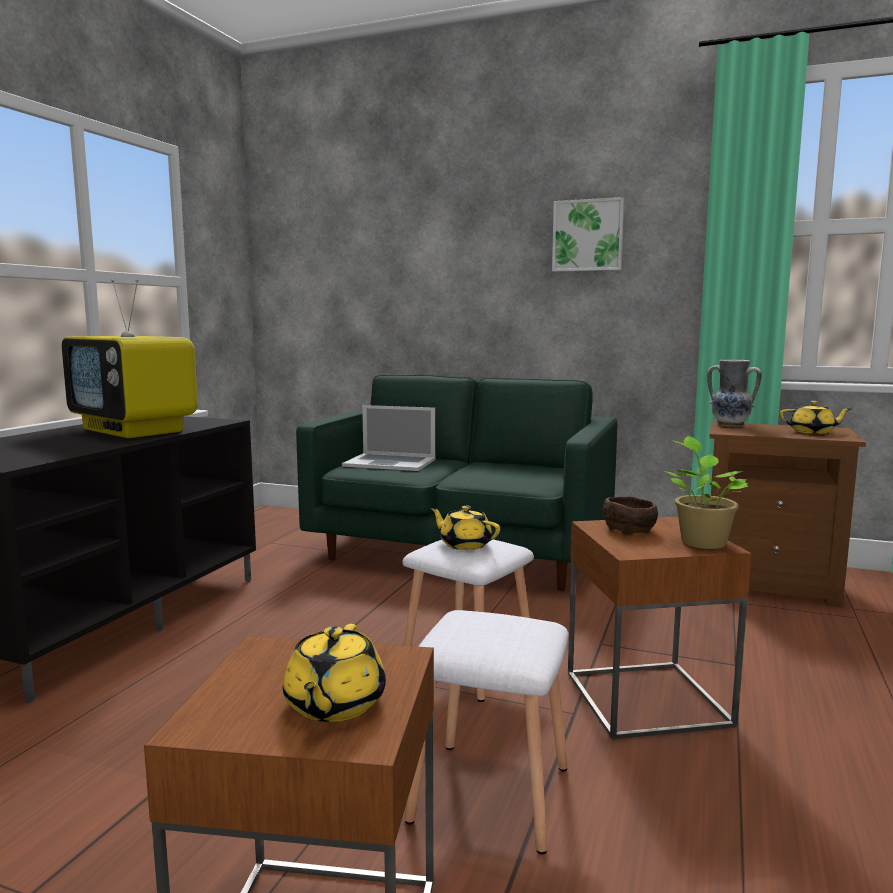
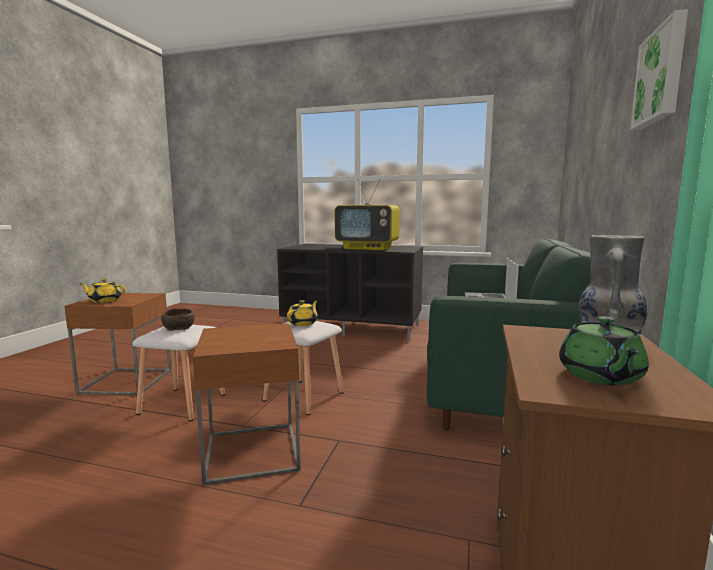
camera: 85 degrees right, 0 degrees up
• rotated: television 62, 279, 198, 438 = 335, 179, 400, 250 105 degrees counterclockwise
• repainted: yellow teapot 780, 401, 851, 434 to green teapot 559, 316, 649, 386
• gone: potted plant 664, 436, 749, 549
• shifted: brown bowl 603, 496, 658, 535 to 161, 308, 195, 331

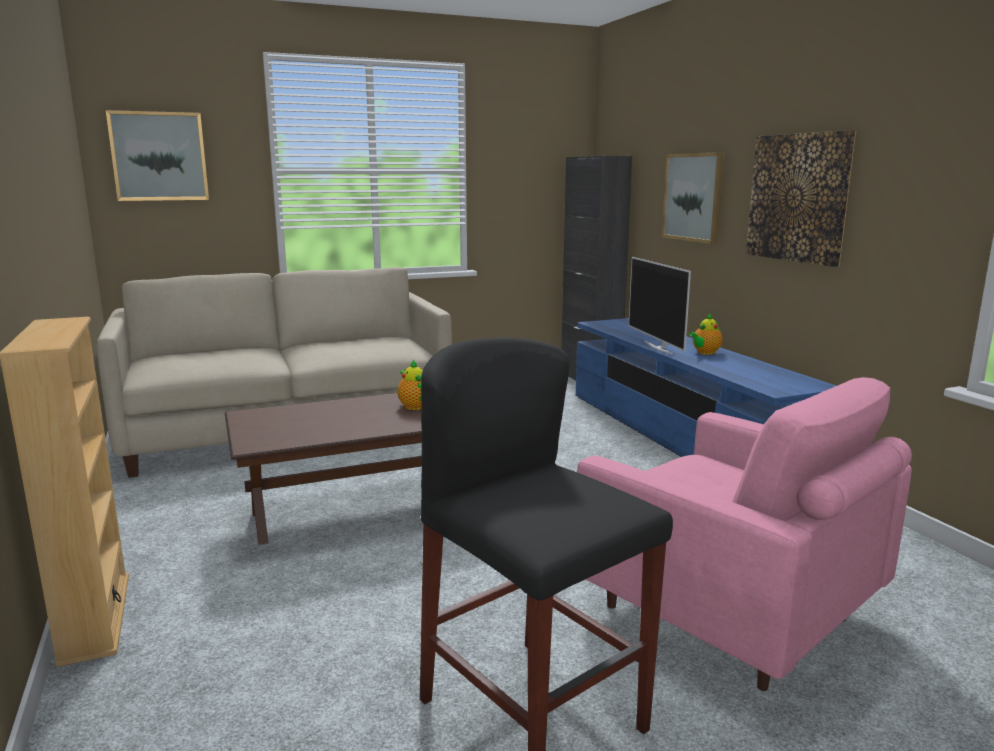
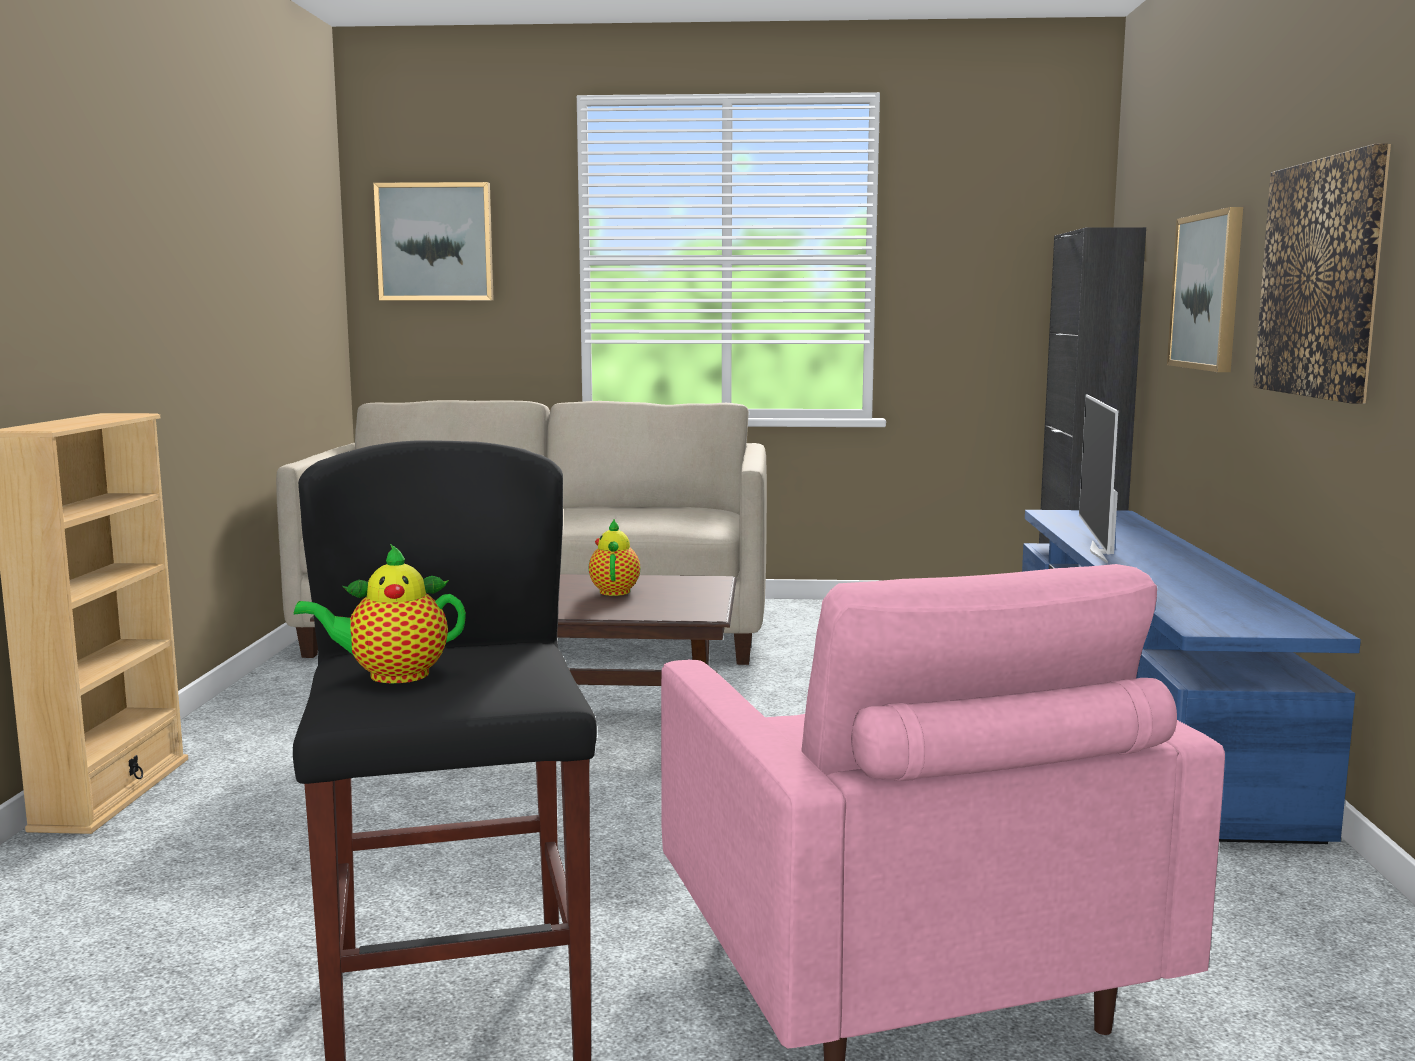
camera: 25 degrees right, 5 degrees down
• shifted: teapot 689, 313, 723, 355 to 294, 544, 466, 683

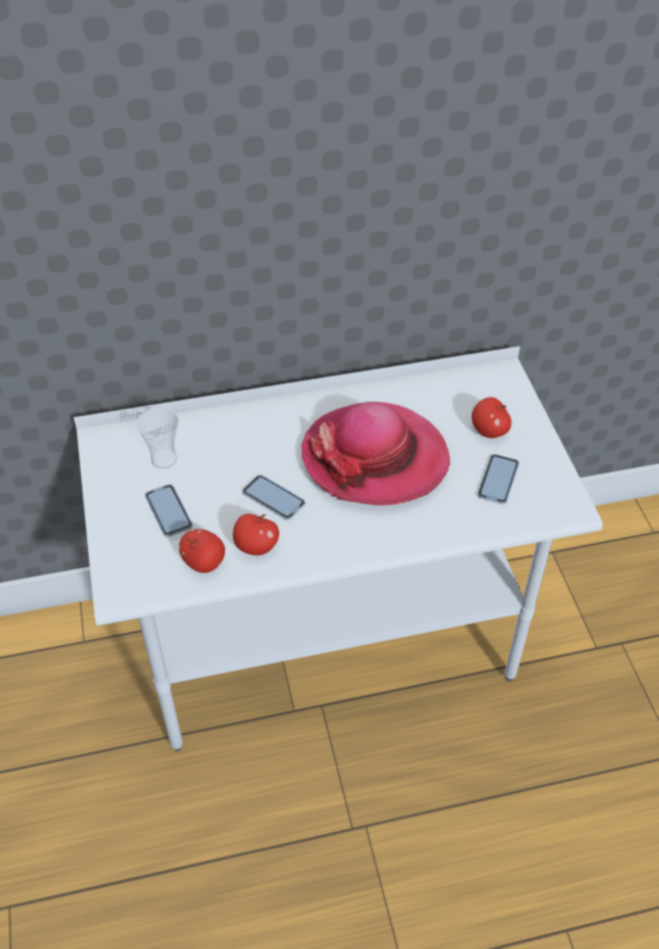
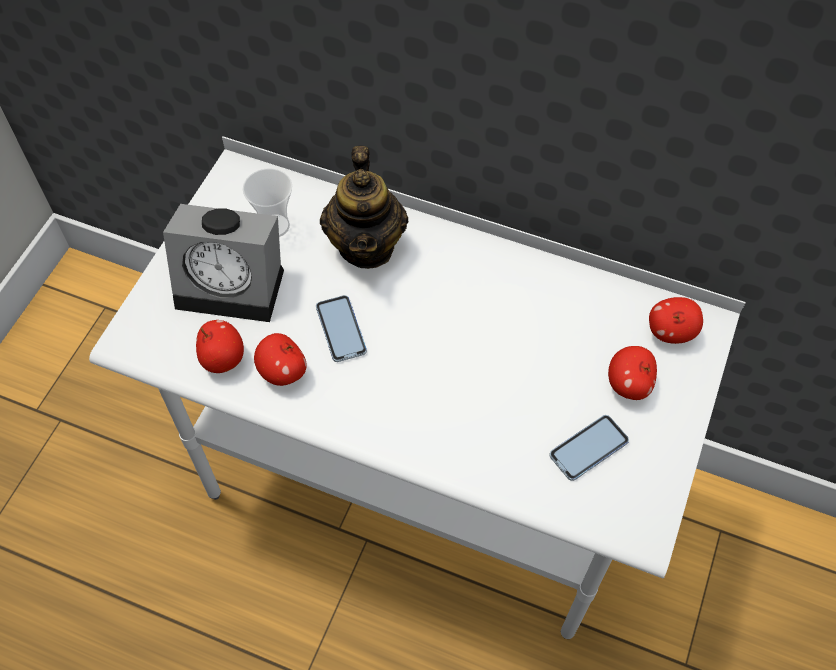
camera: 35 degrees right, 10 degrees up
• gone: hat 301, 402, 450, 505
• swapped: phone 145, 484, 193, 537 to alarm clock 163, 204, 284, 322
• new: teapot 320, 146, 408, 269
• new: apple 649, 297, 703, 344

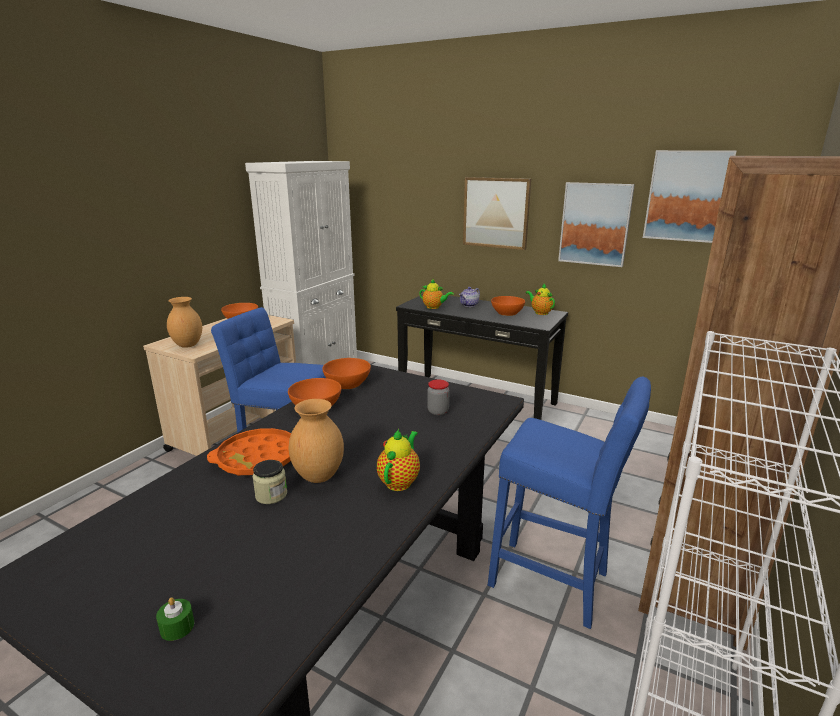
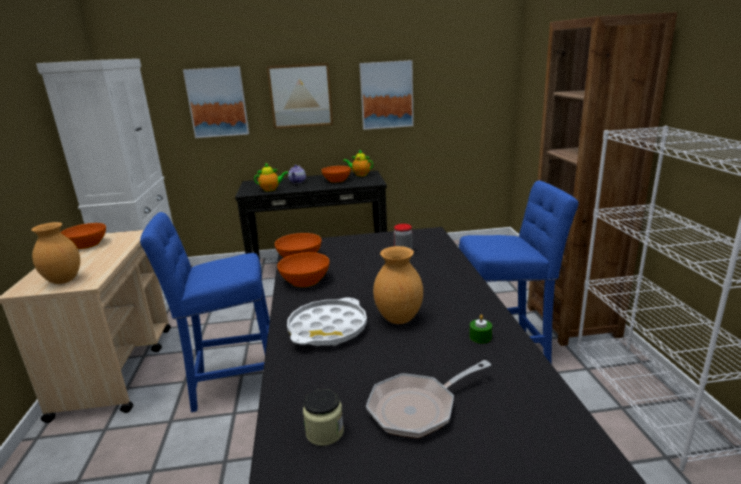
camera: 35 degrees left, 0 degrees up
• shifted: picture 643, 150, 737, 243 to 183, 66, 249, 138
• repainted: orange tray 207, 428, 291, 476 to white tray 287, 297, 367, 346
• gone: teapot 377, 429, 420, 491
• shifted: jar 252, 460, 287, 504 to 303, 389, 344, 446
• shifted: green candle 156, 597, 194, 641 to 469, 314, 492, 344
• new: frying pan 366, 360, 491, 439

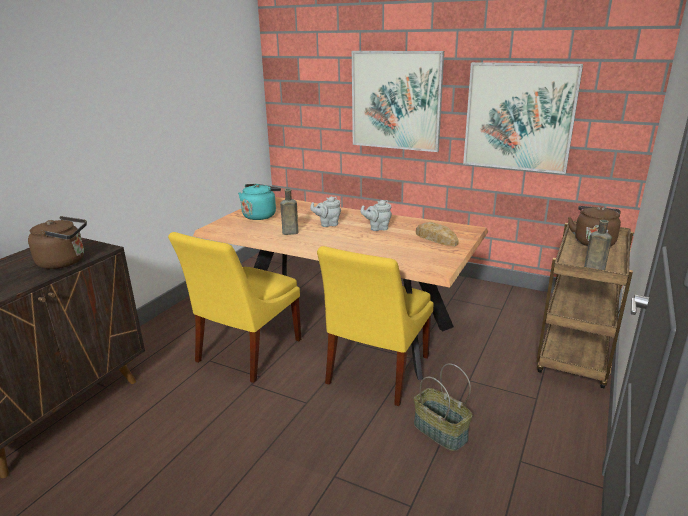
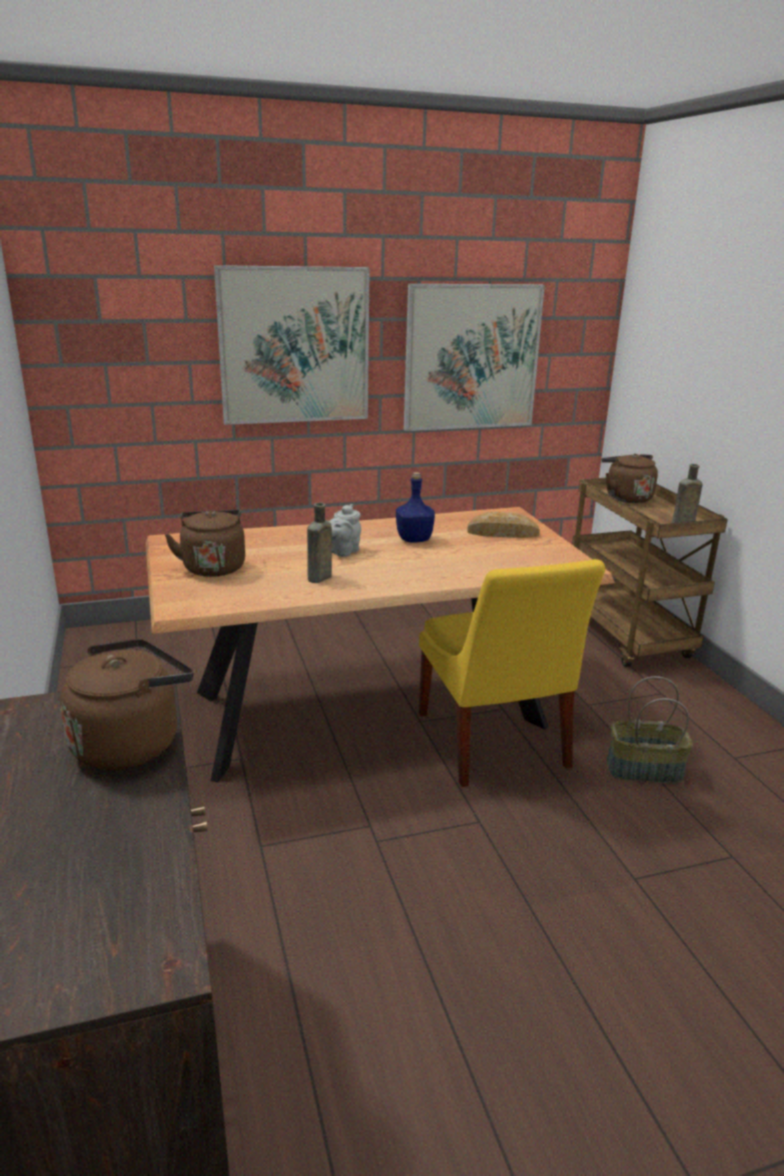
camera: 45 degrees left, 0 degrees up
• repainted: turquoise kettle 238, 184, 281, 220 to brown kettle 165, 510, 245, 577
• swapped: grey teapot 361, 200, 392, 231 to blue bottle 396, 472, 435, 543
• gone: yellow chair 168, 232, 301, 383

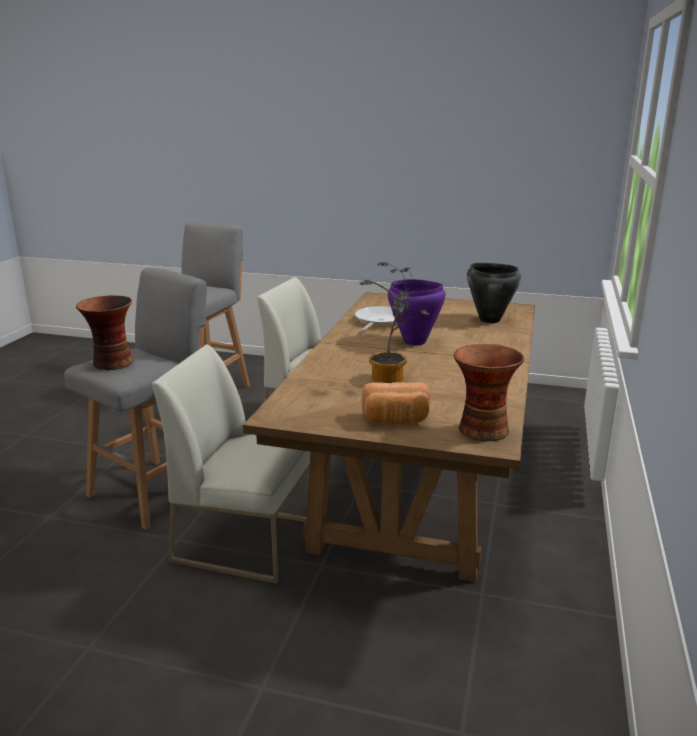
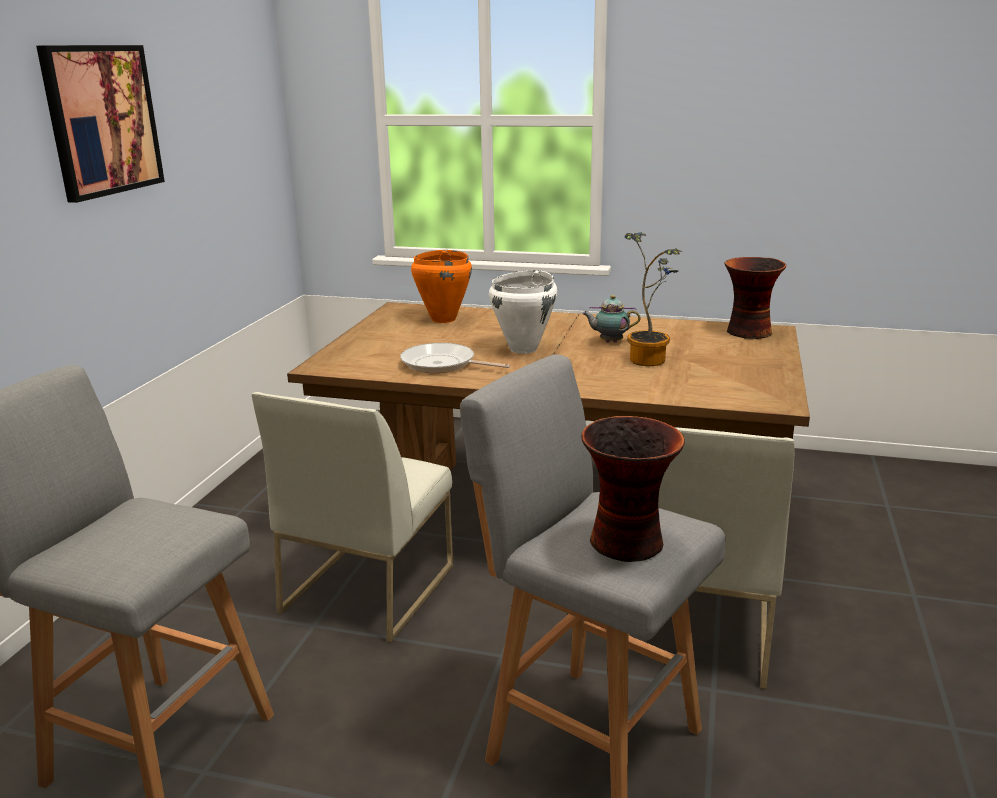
camera: 90 degrees left, 0 degrees up
• repainted: black cooking pot 467, 263, 521, 323 to orange cooking pot 411, 250, 472, 323
• repainted: purple cooking pot 388, 279, 446, 346 to white cooking pot 489, 270, 557, 354
• gone: bread 361, 382, 430, 424
• new: picture 36, 45, 165, 203
• new: teapot 582, 295, 640, 343

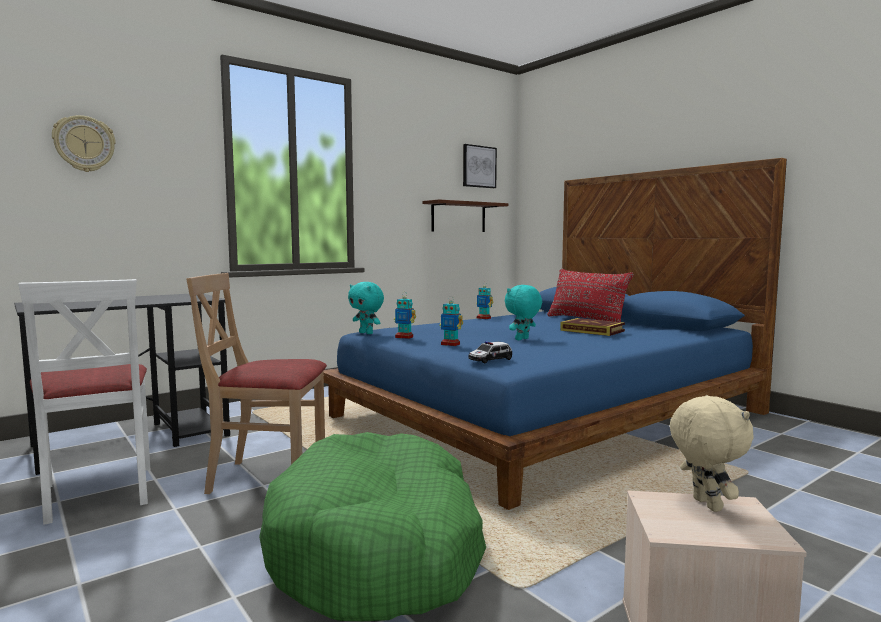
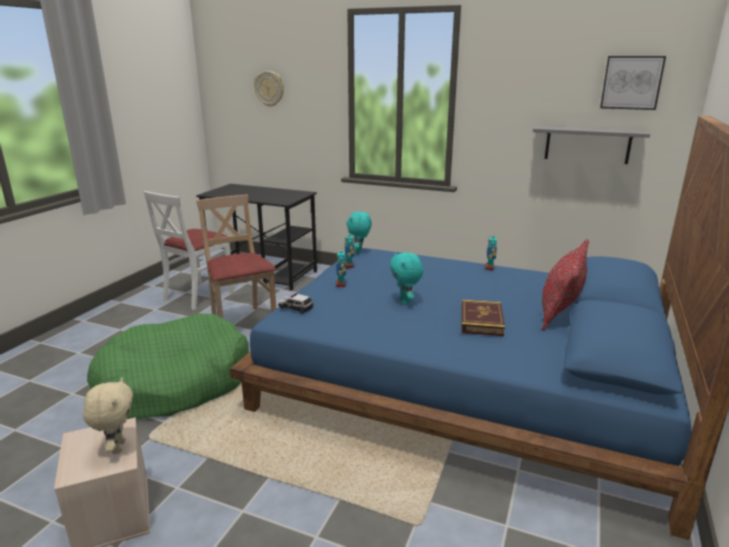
camera: 60 degrees right, 15 degrees up
• repainted: brown shelf 422, 199, 508, 232 to grey shelf 533, 126, 650, 164
• rotated: turquoise plush toy 505, 285, 542, 340 = 390, 252, 423, 305 120 degrees counterclockwise
• rotated: beige plush toy 670, 395, 754, 512 = 83, 378, 133, 454 60 degrees counterclockwise

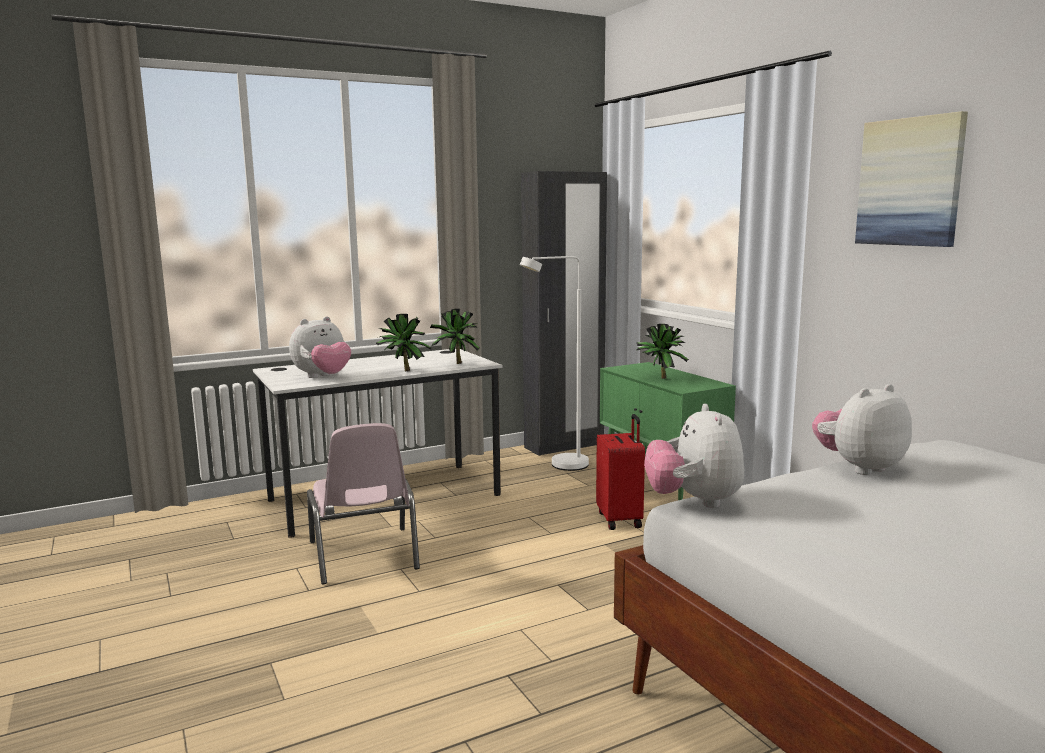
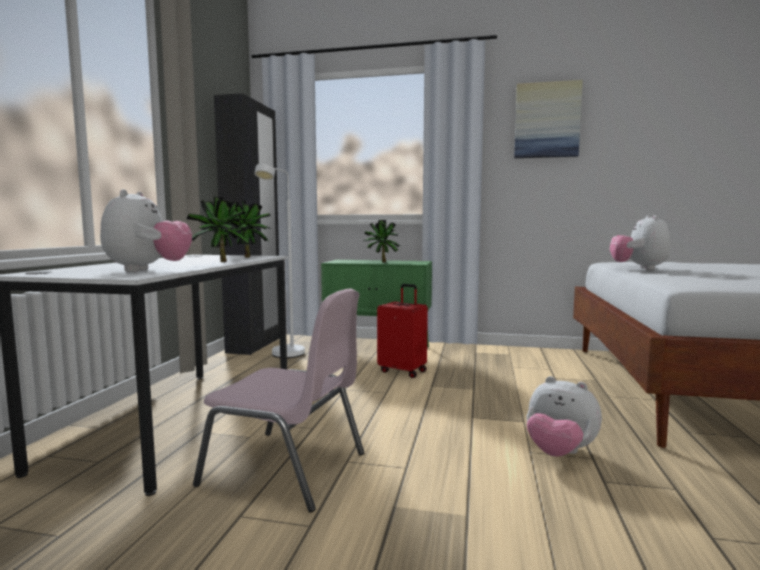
camera: 50 degrees left, 5 degrees down
• shifted: plush toy 644, 404, 744, 508 to 526, 376, 602, 457

